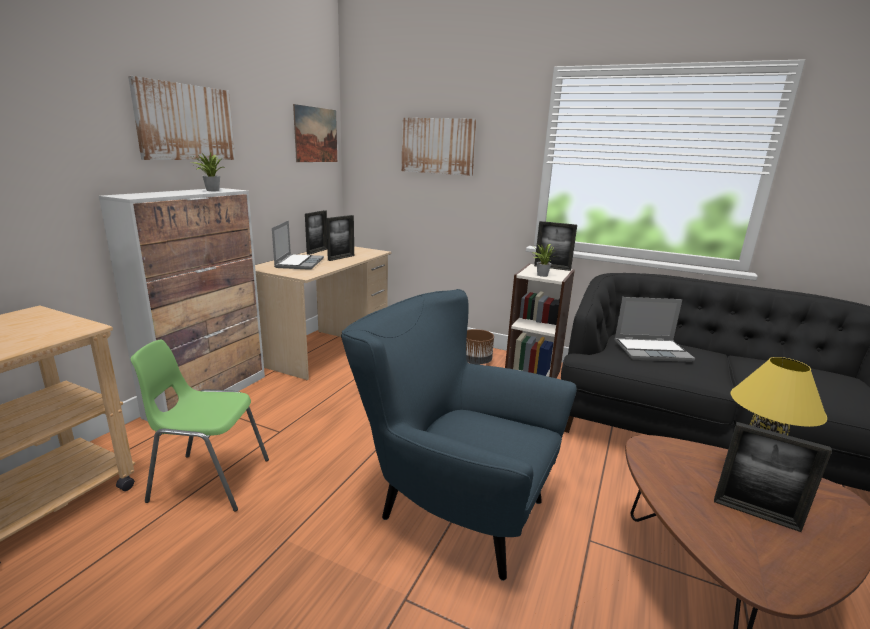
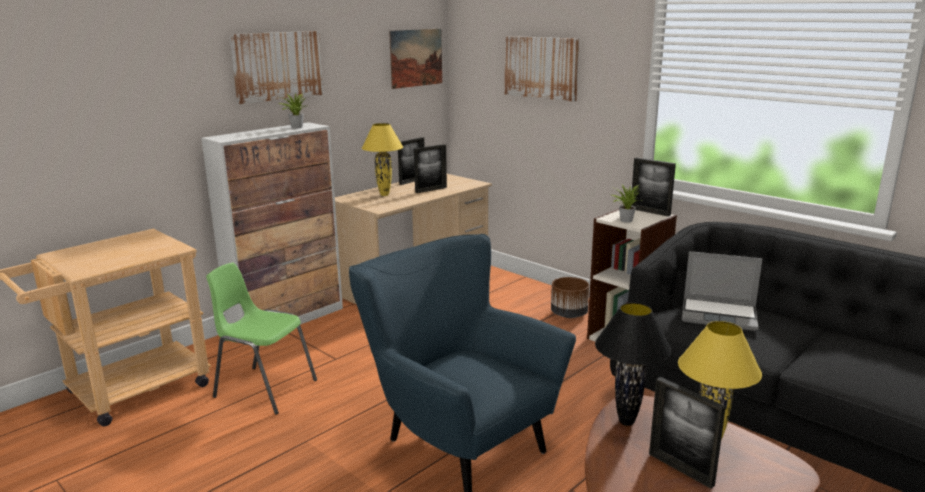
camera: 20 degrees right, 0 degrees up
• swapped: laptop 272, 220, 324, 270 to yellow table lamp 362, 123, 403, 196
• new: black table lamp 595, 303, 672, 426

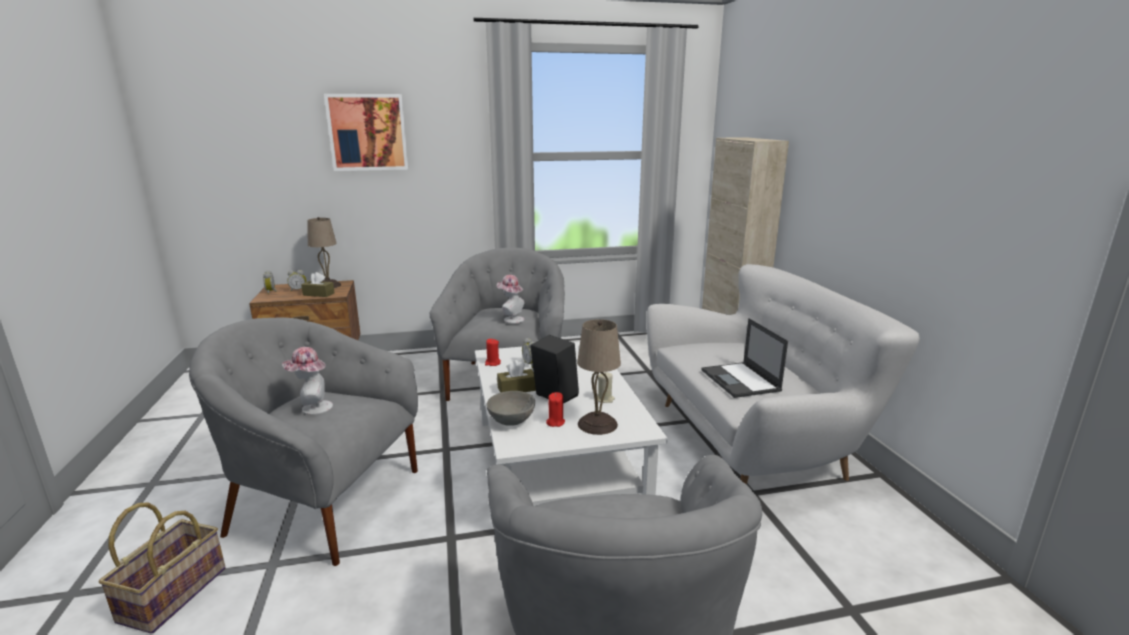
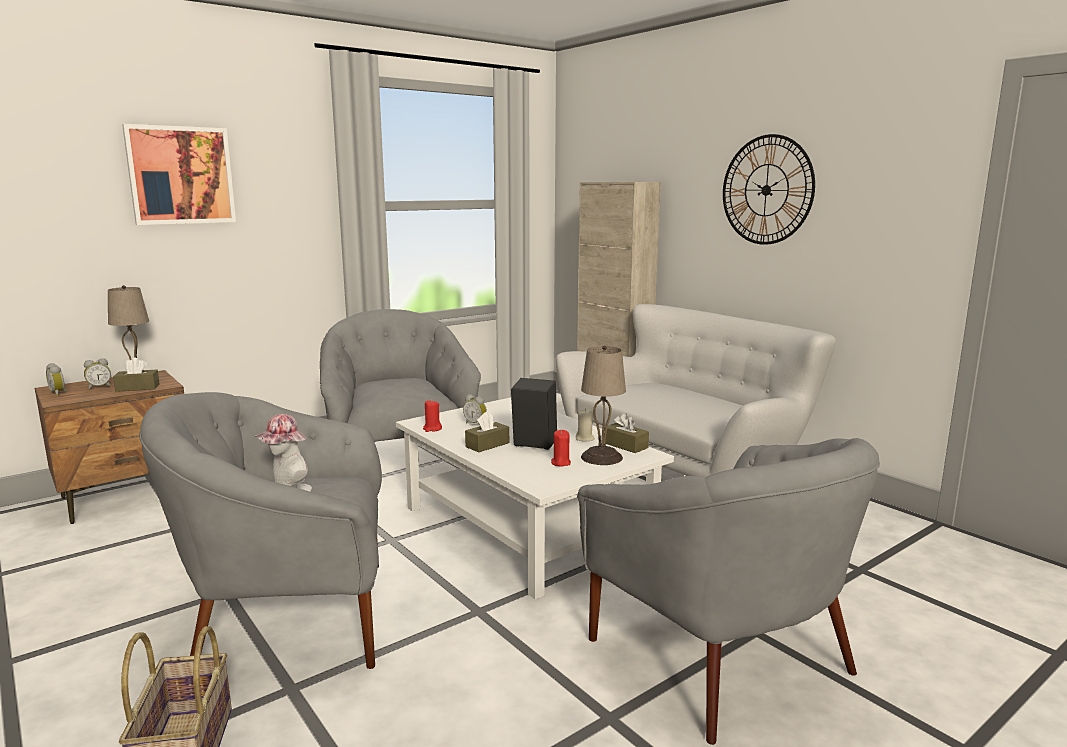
camera: 25 degrees left, 5 degrees down
• gone: hat 497, 275, 524, 323
• gone: laptop 701, 318, 788, 398
• gone: grey bowl 487, 391, 535, 426
• new: wall clock 723, 134, 815, 245
• new: brown tissue box 604, 413, 649, 453

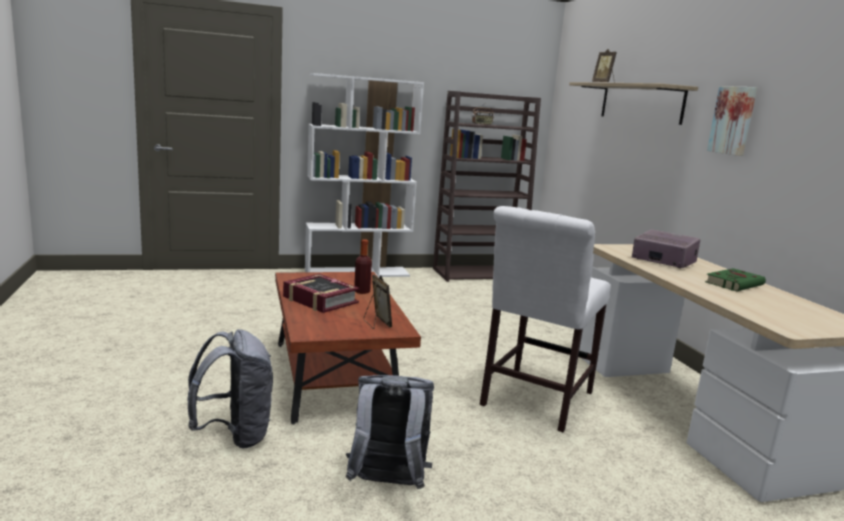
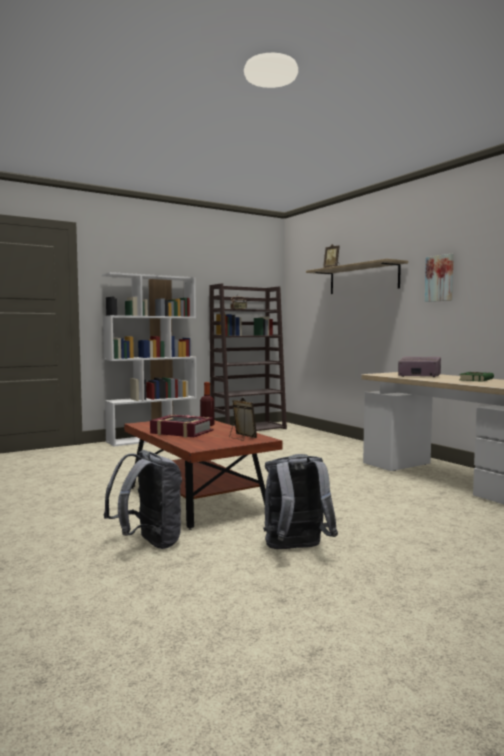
camera: 15 degrees left, 10 degrees down
• gone: white chair 479, 206, 611, 432

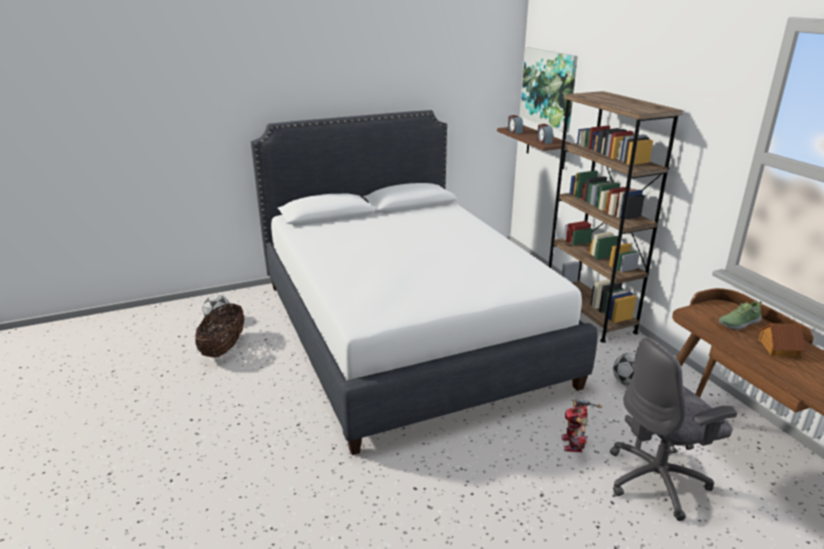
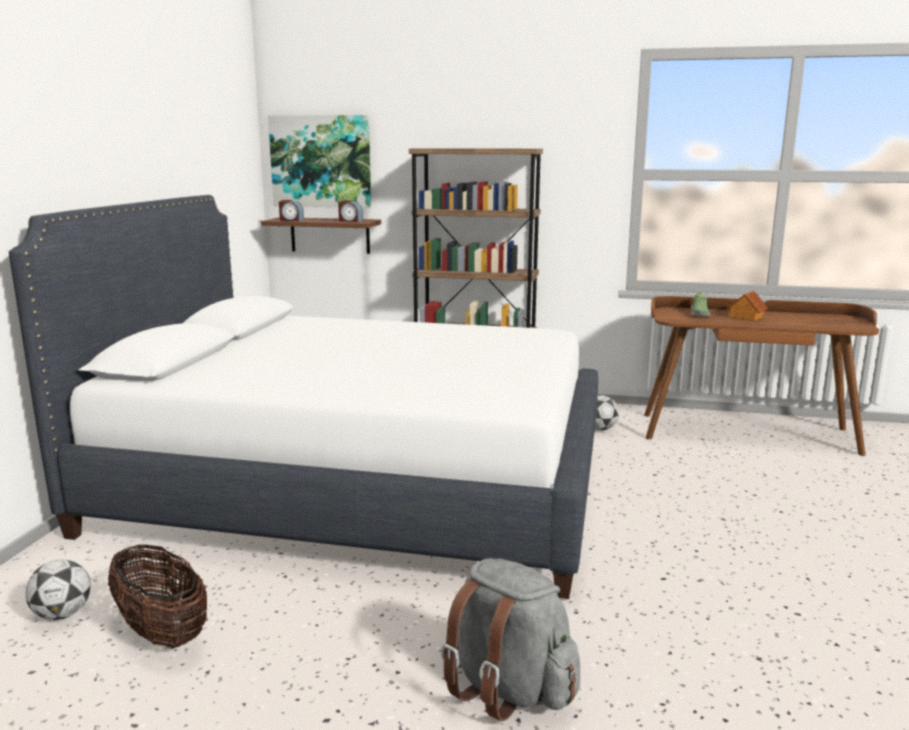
camera: 55 degrees left, 10 degrees down
• gone: grey office chair 610, 337, 737, 521
• gone: toy robot 562, 398, 602, 452
• new: grey backpack 441, 558, 580, 721

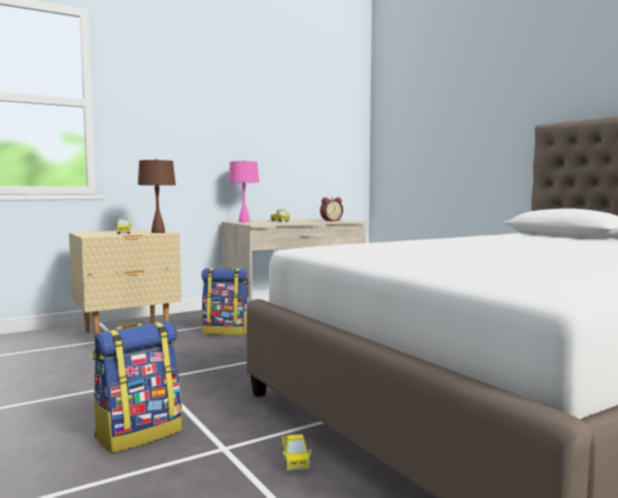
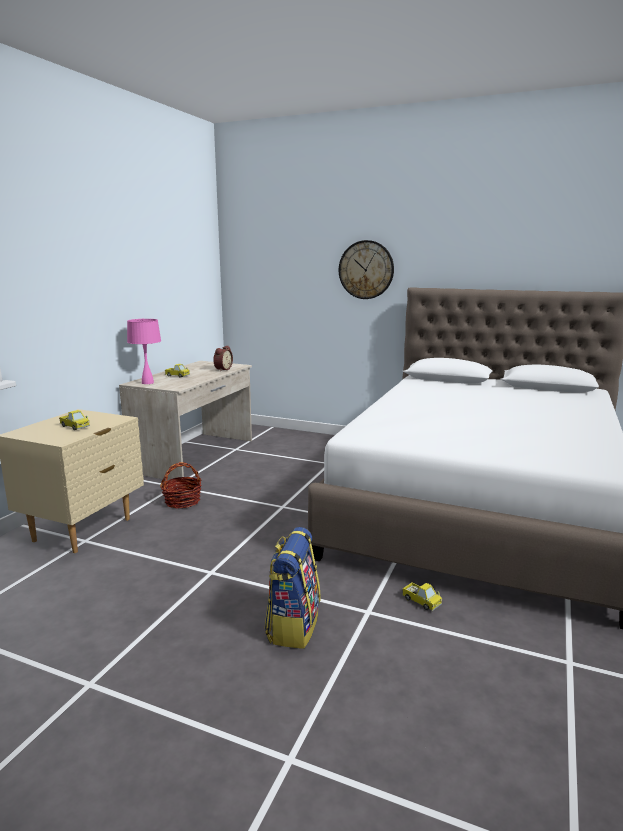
camera: 35 degrees left, 10 degrees up
• gone: brown table lamp 138, 159, 176, 233
• swapped: backpack 202, 267, 249, 335 to basket 160, 462, 202, 508
• new: wall clock 339, 240, 394, 299

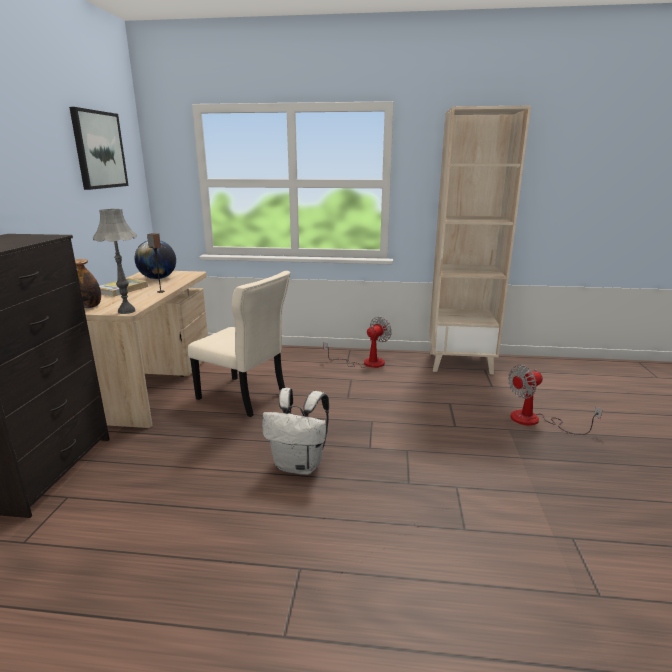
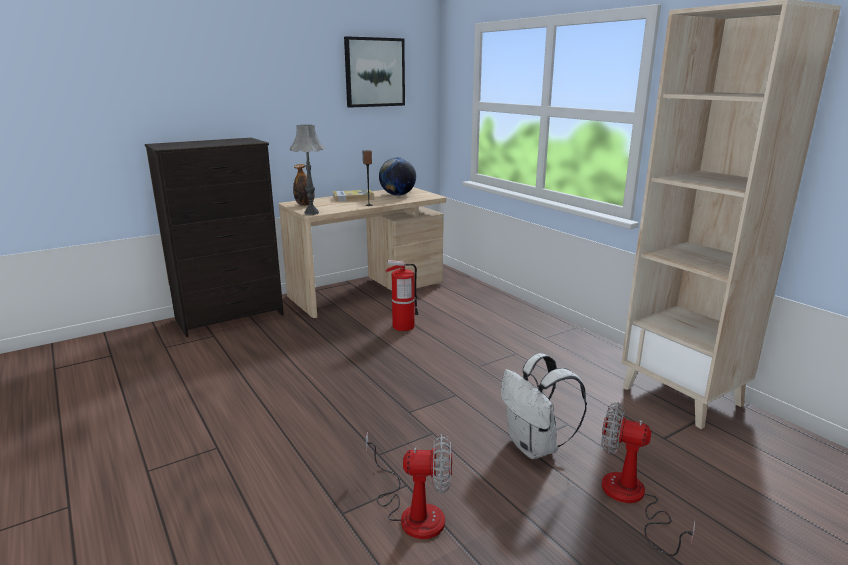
camera: 50 degrees right, 0 degrees up
• swapped: beige chair 188, 271, 291, 417 to fire extinguisher 386, 260, 419, 331
• shifted: fan 324, 317, 392, 368 to 366, 432, 452, 539
• shifted: white backpack 262, 388, 329, 475 to 501, 353, 587, 459

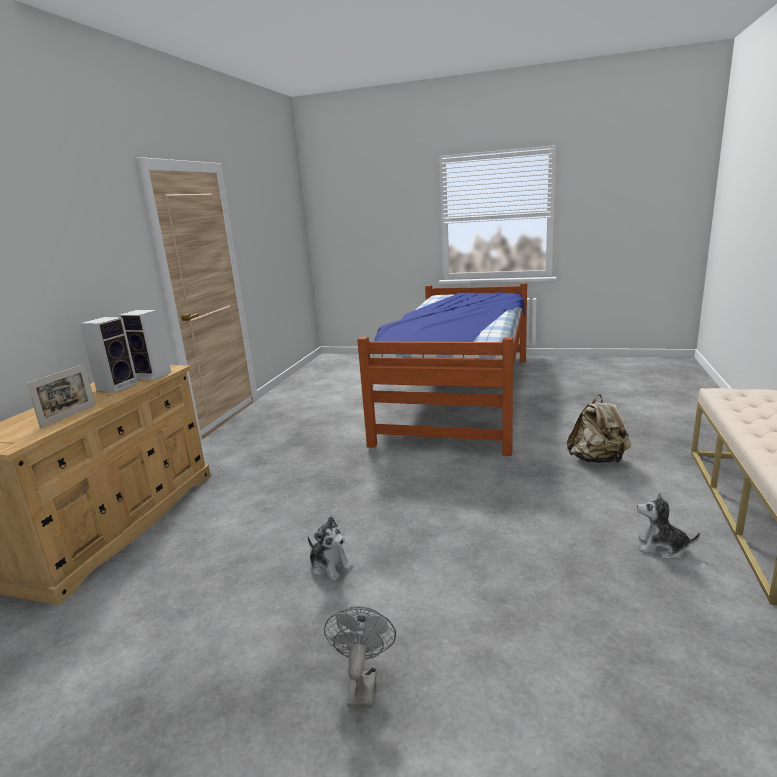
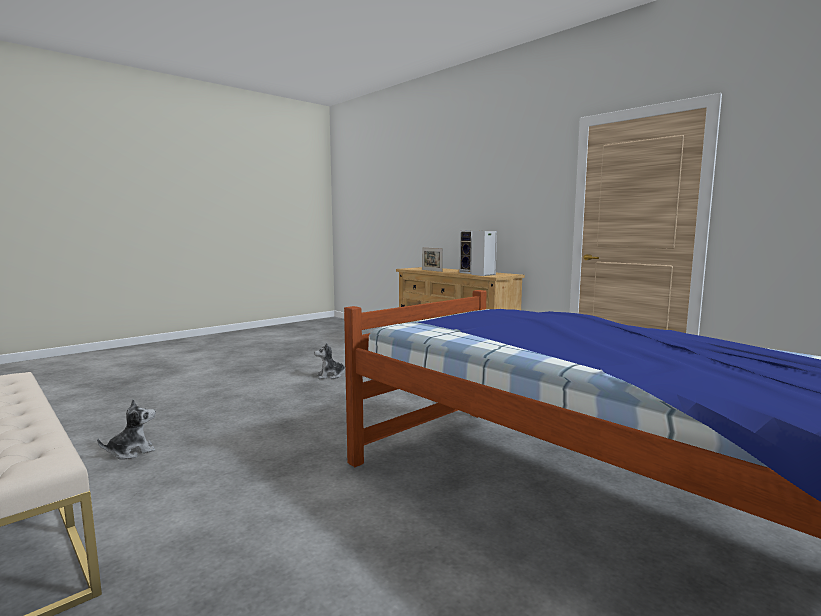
camera: 120 degrees right, 10 degrees down
• gone: beige backpack 567, 394, 631, 463
• gone: grey fan 324, 606, 396, 708

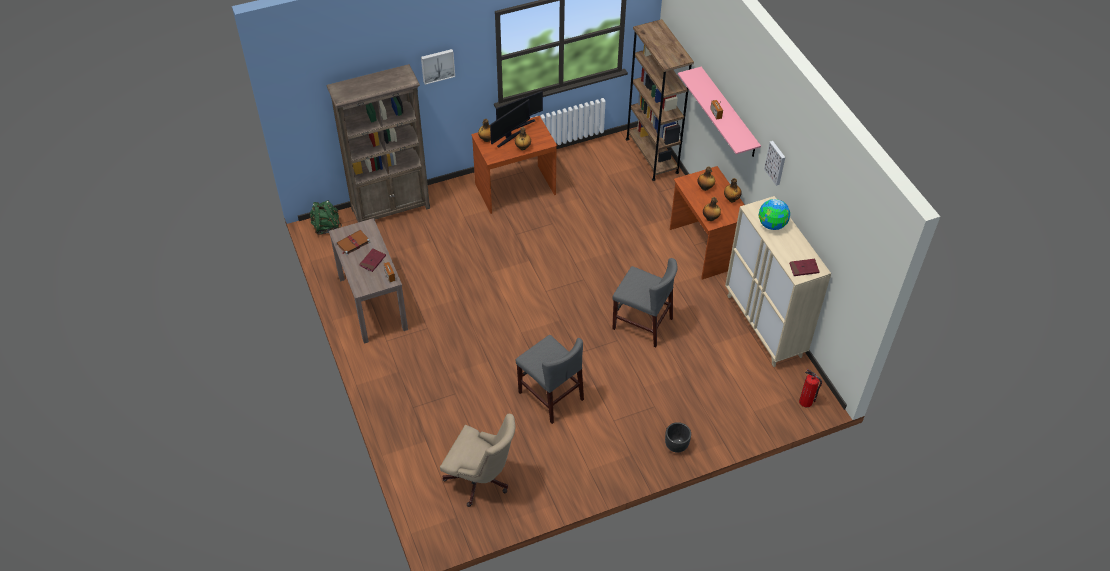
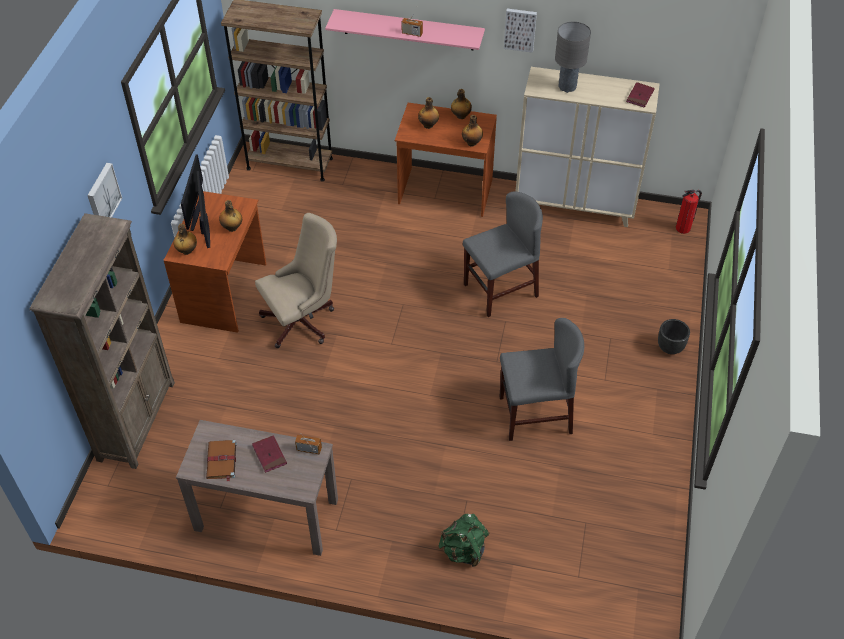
camera: 55 degrees left, 0 degrees up
• swapped: globe 759, 199, 790, 230 to grey table lamp 555, 22, 591, 93
• shifted: green backpack 310, 200, 342, 235 to 438, 514, 489, 567
• shifted: beige office chair 440, 414, 515, 507 to 255, 213, 337, 348

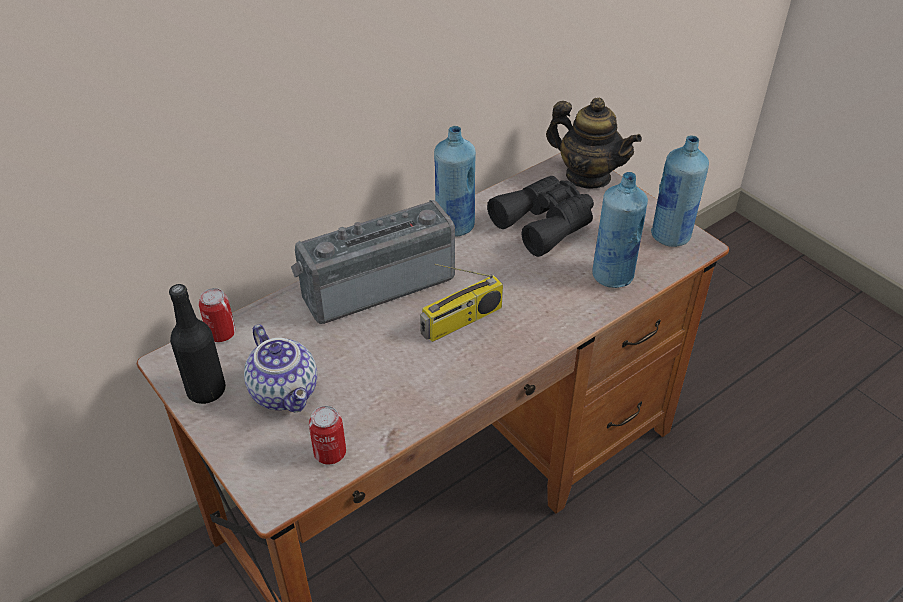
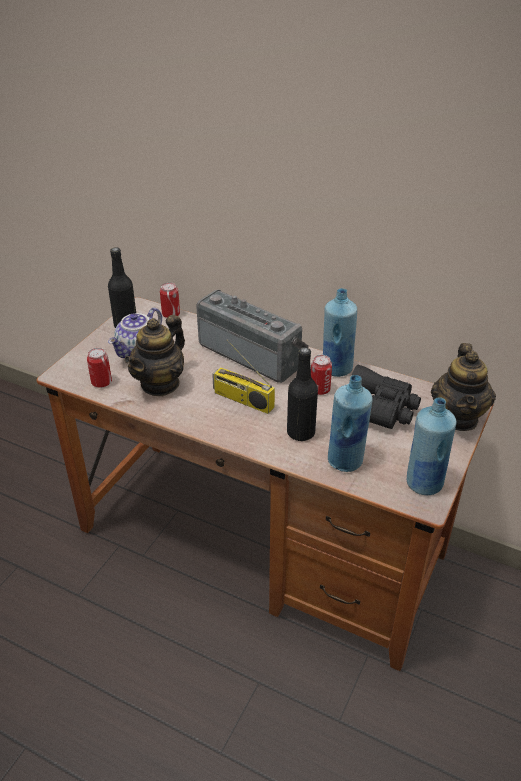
camera: 65 degrees right, 5 degrees down
• new: teapot 124, 315, 185, 396
• new: black bottle 287, 347, 318, 441
• new: can 311, 355, 332, 395

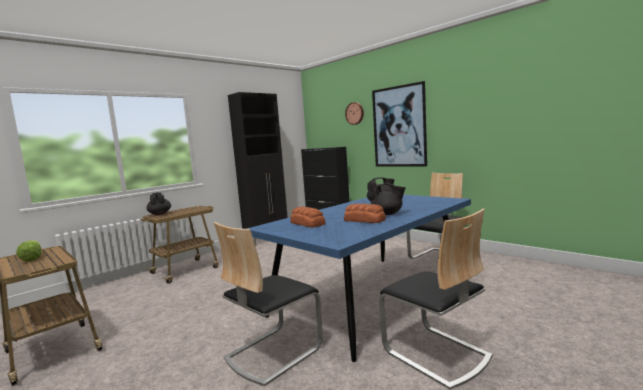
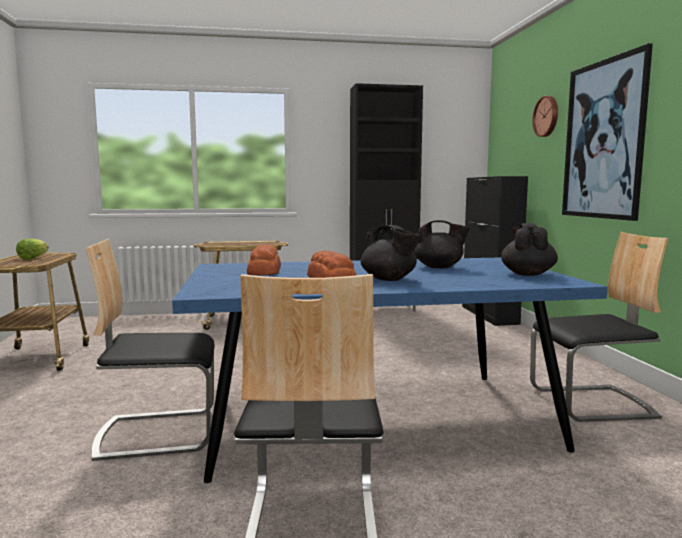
camera: 35 degrees right, 0 degrees up
• shifted: black teapot 146, 192, 171, 215 to 501, 223, 558, 276

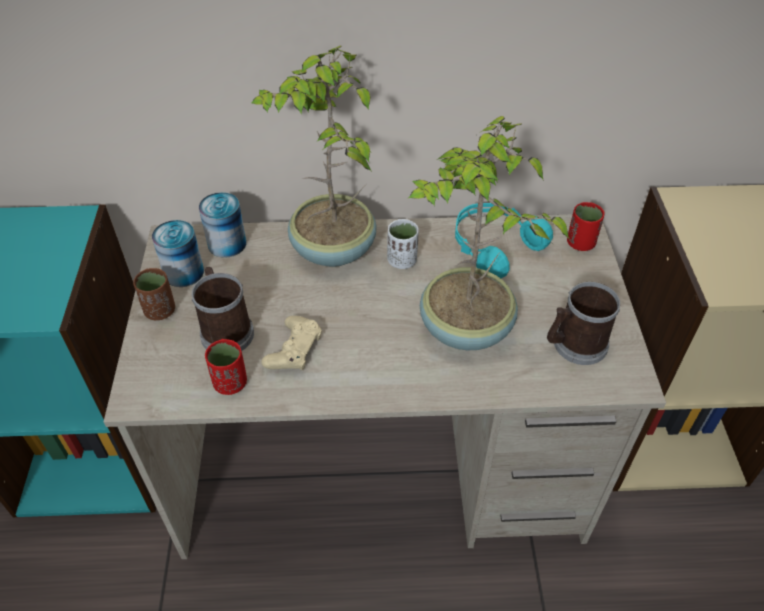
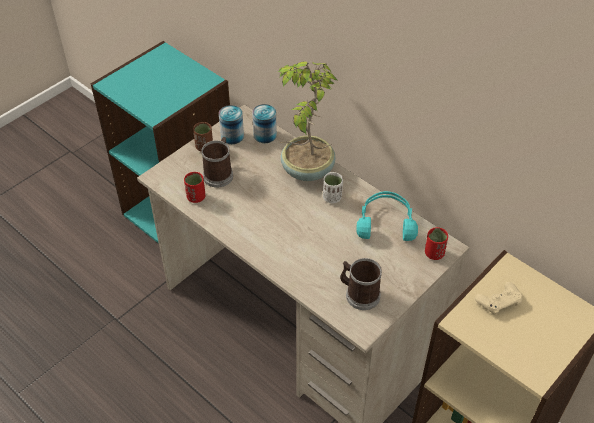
camera: 45 degrees right, 0 degrees up
• gone: potted plant 409, 116, 569, 350
• shifted: beige game controller 261, 316, 322, 370 to 475, 282, 522, 316

